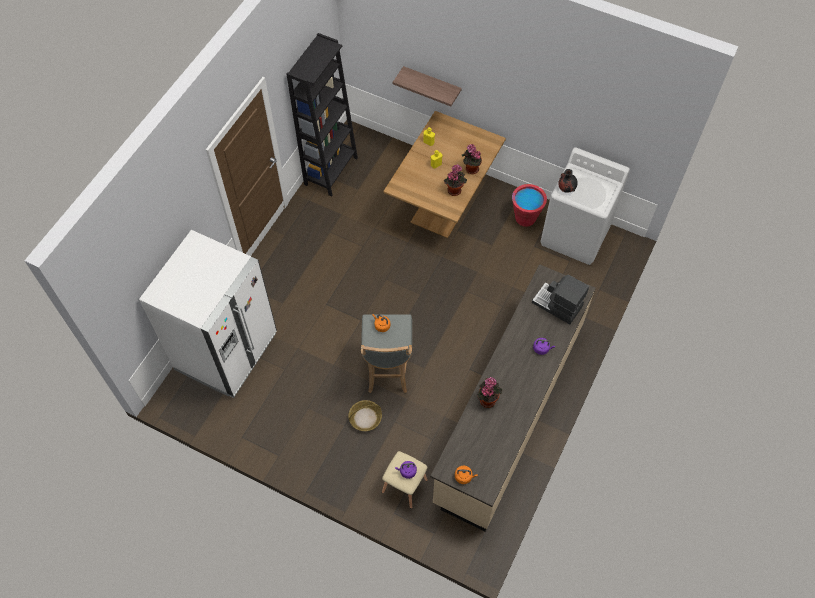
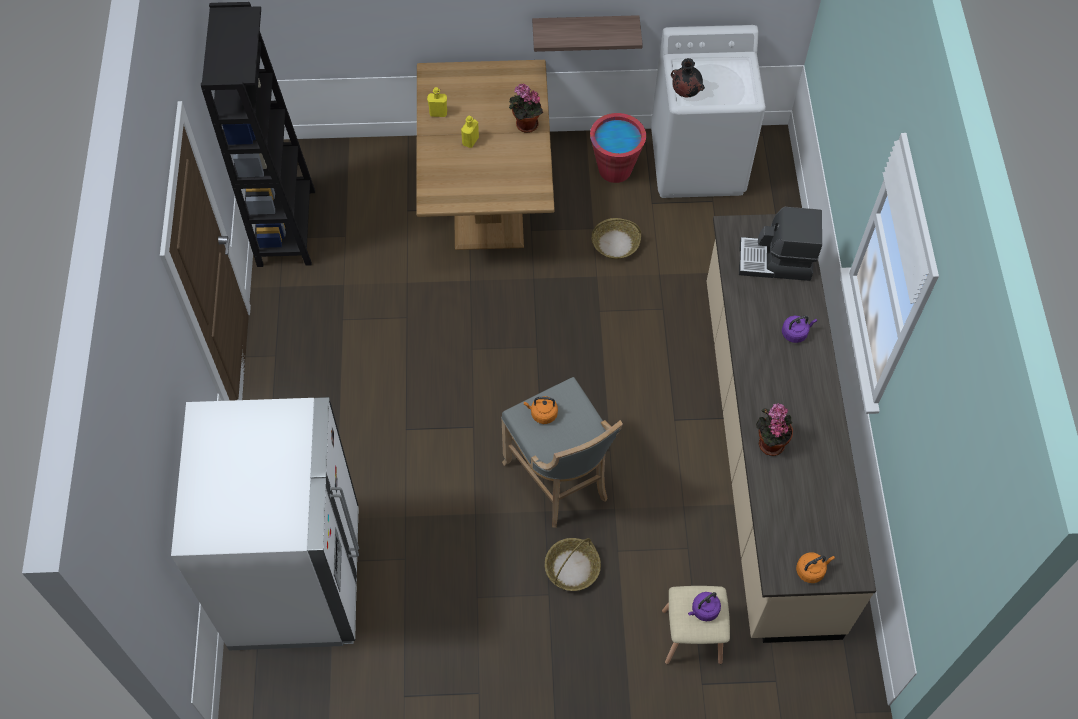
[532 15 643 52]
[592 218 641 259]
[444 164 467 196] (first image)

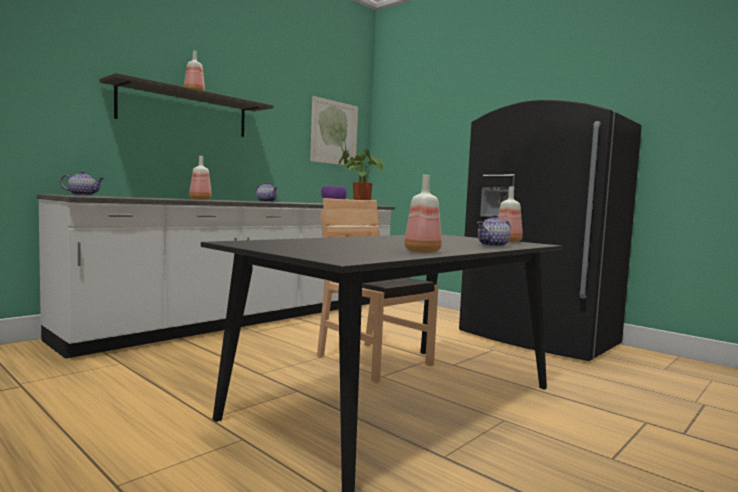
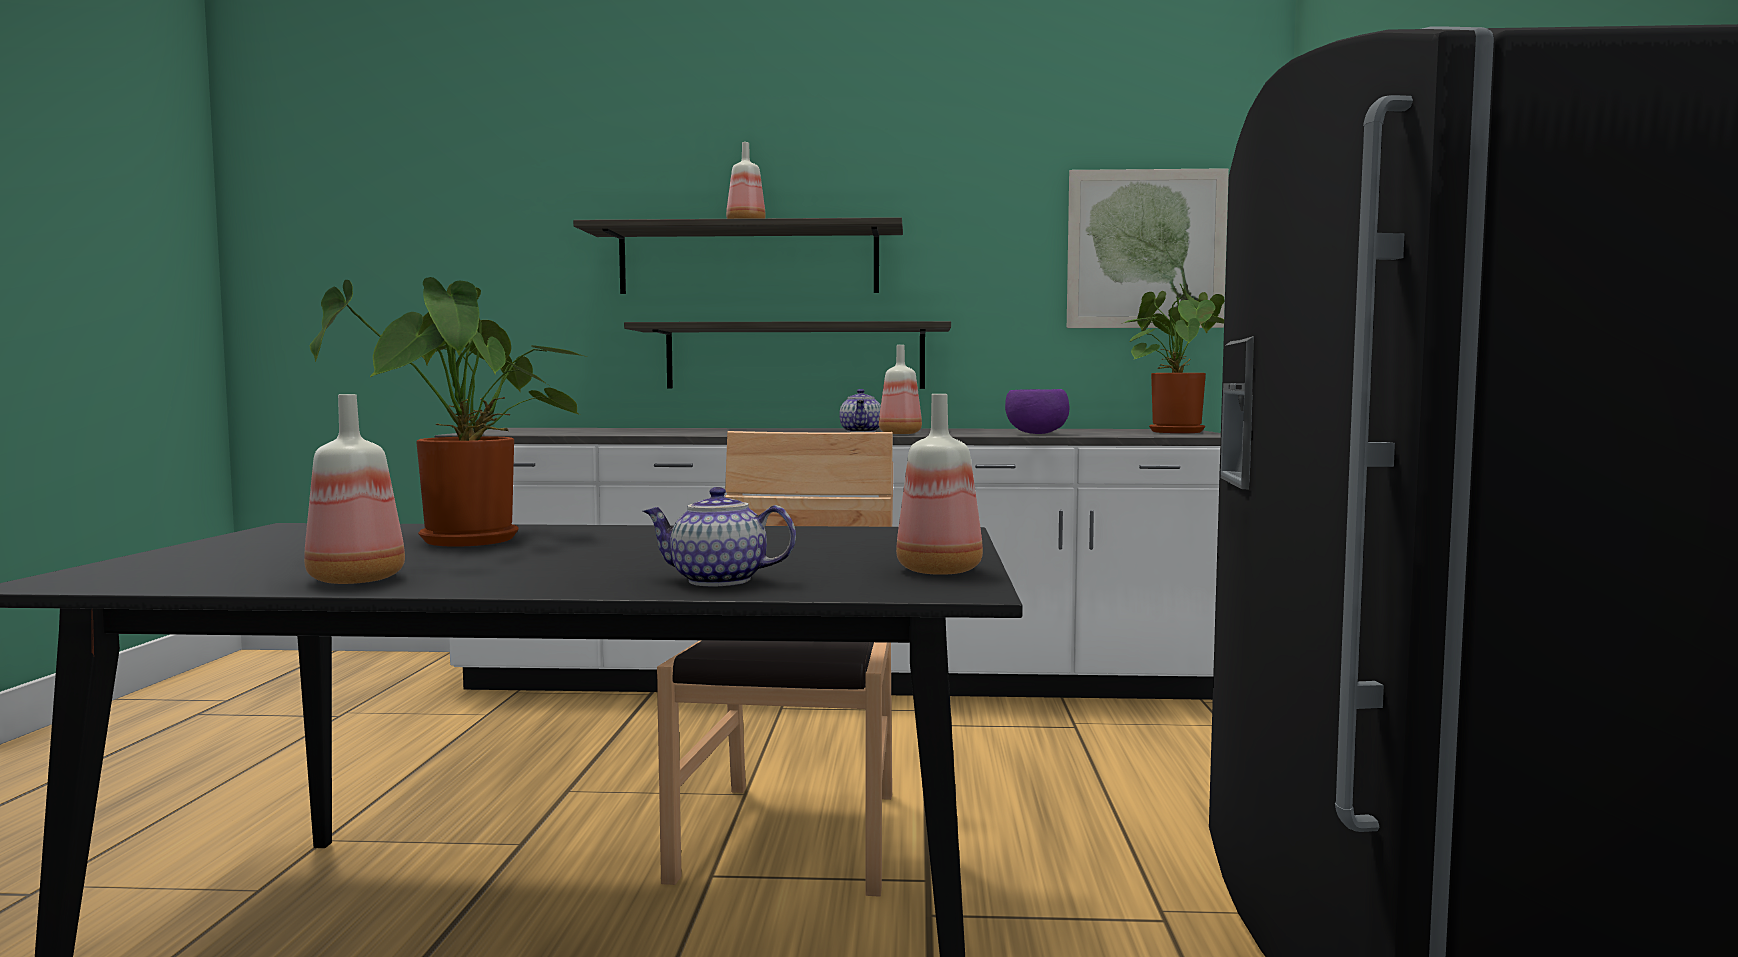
[309 277 588 547]
[624 321 951 389]
[879 345 922 434]
[60 171 105 196] (first image)

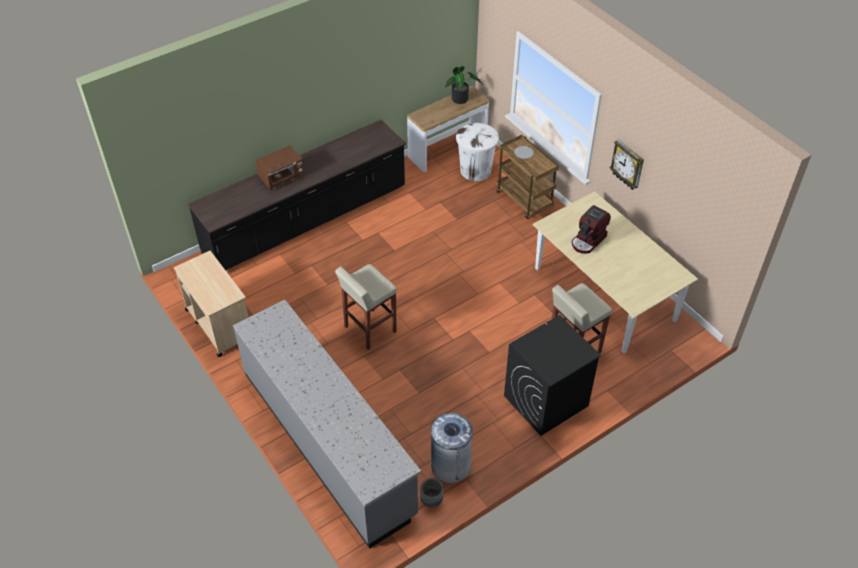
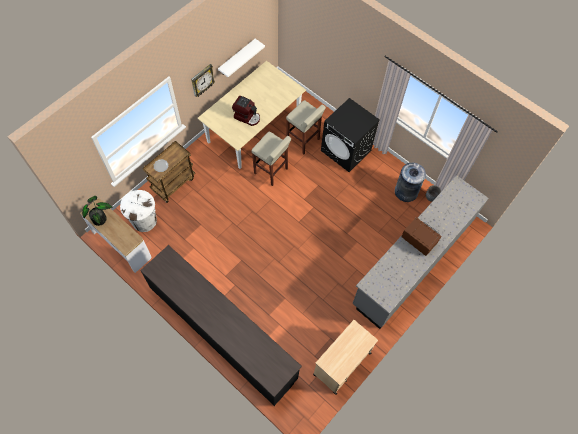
[218 39 265 77]
[252 131 291 186]
[401 217 442 256]

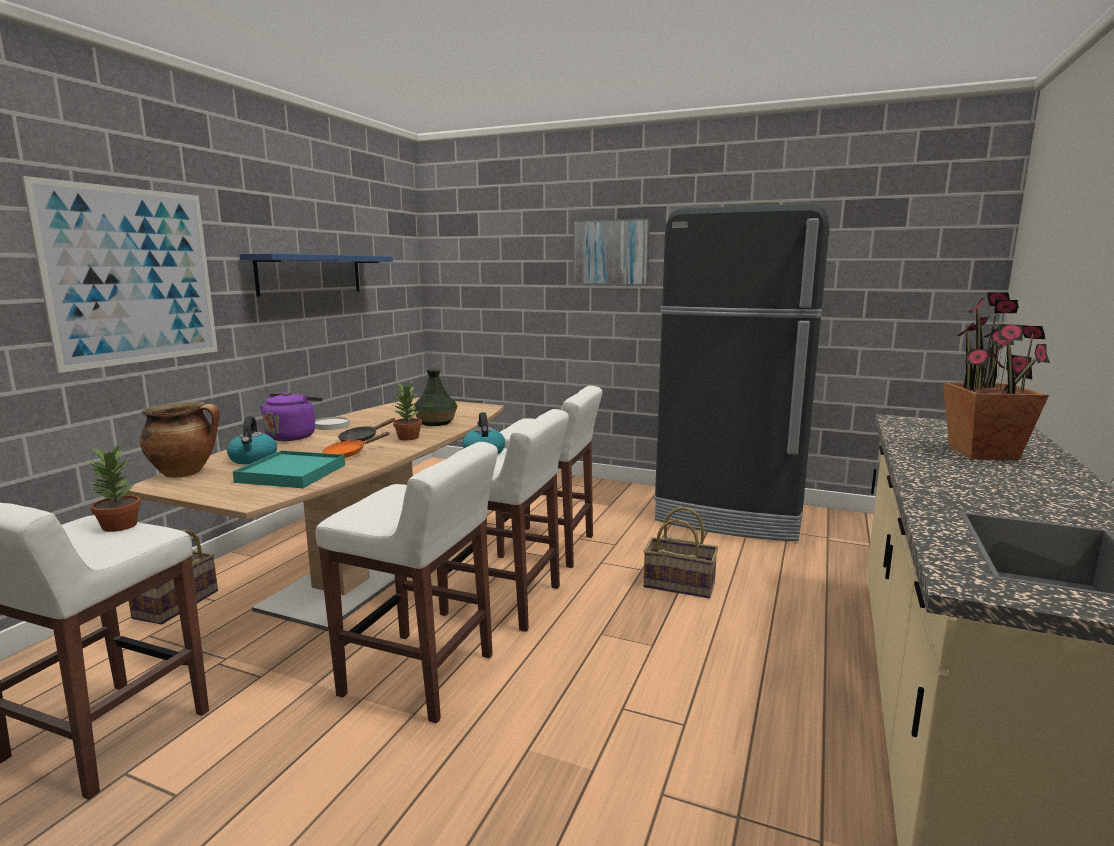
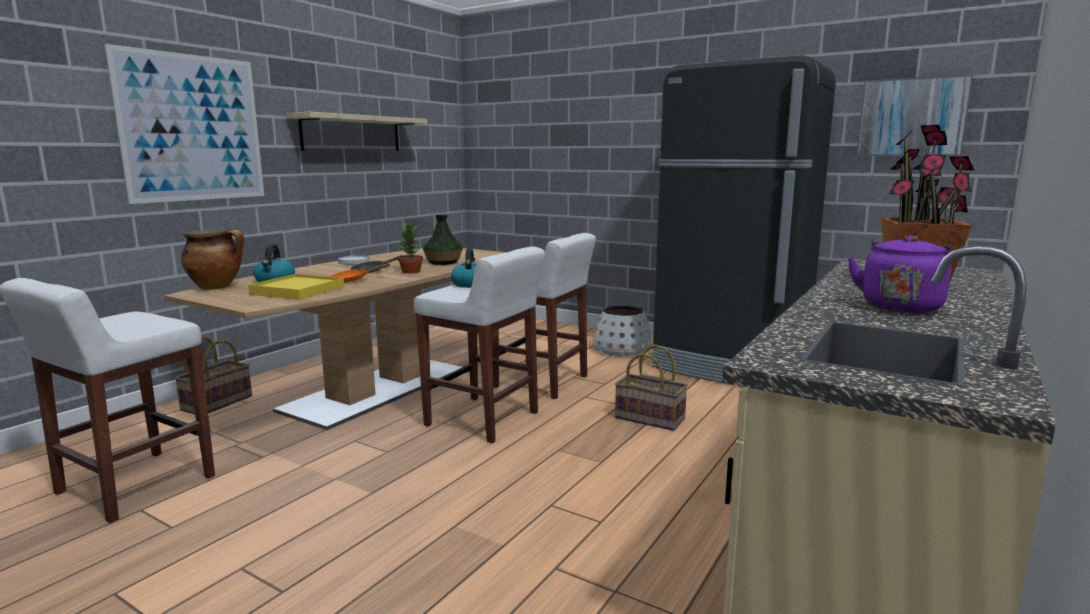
[248 274 344 300]
[286 112 427 151]
[593 306 652 356]
[848 235 952 313]
[856 74 973 156]
[86 444 141 532] (first image)
[316 442 498 723] (first image)

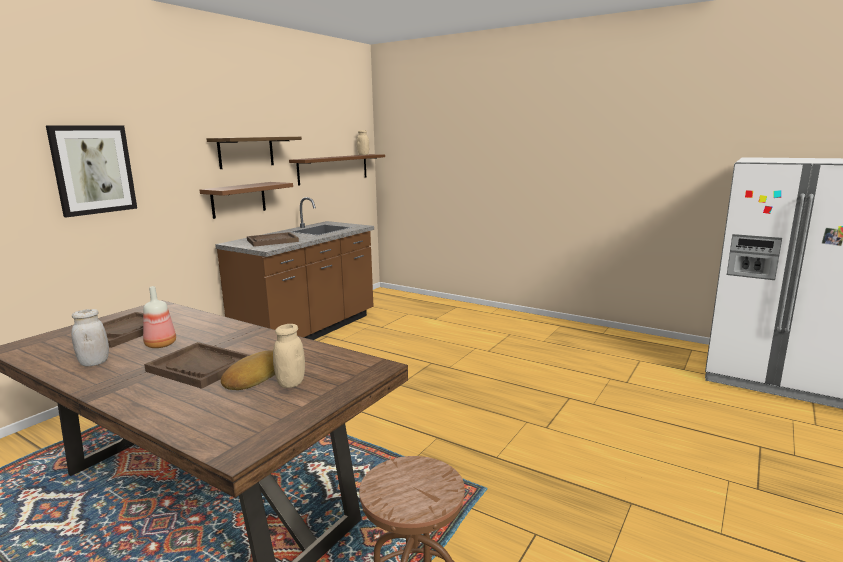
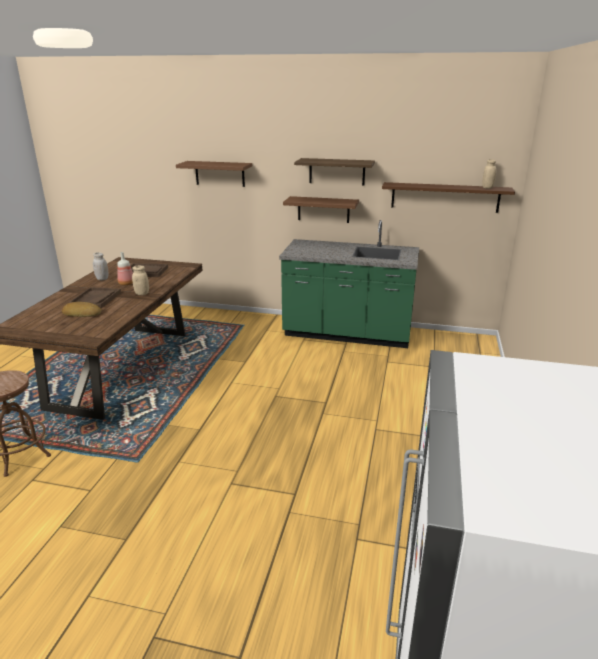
[132 266 149 295]
[176 161 252 187]
[279 220 419 348]
[247 232 299 247] (first image)

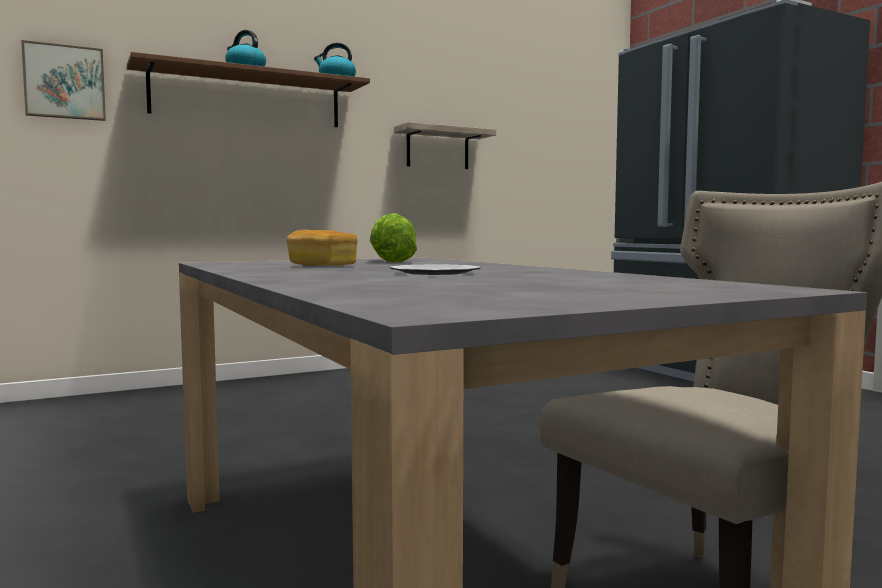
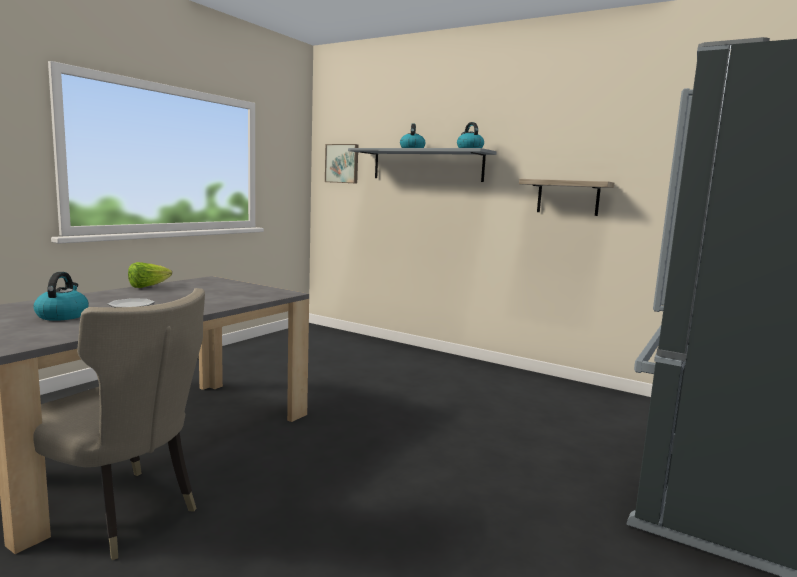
[33 272 89 321]
[128 262 172 288]
[348 148 497 182]
[287 230 357 266] (first image)

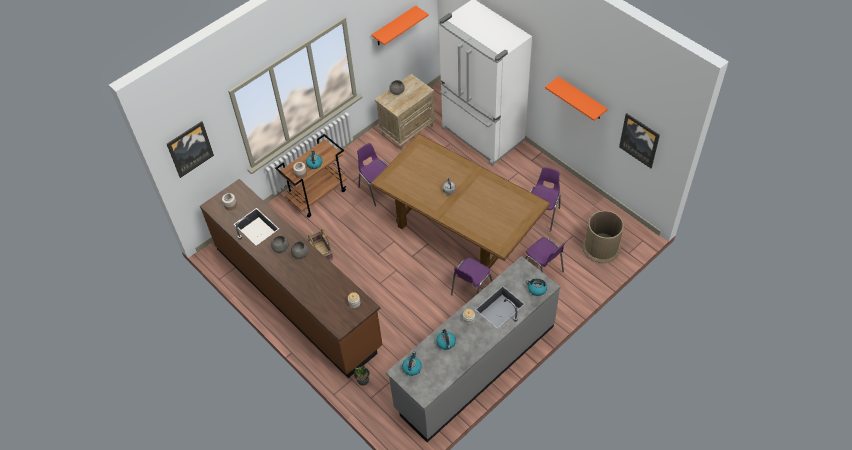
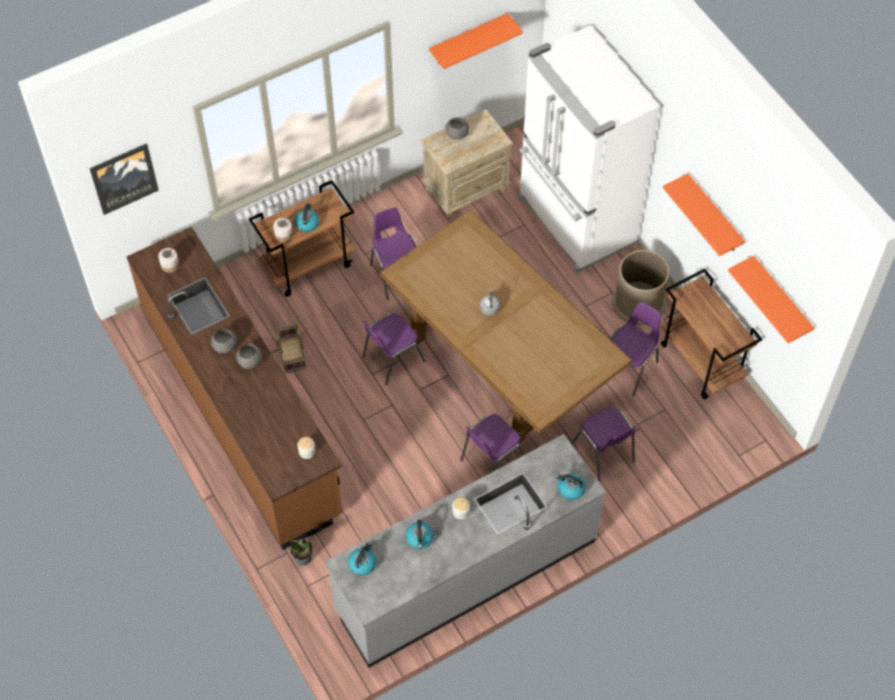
[362 313 426 385]
[611 250 669 325]
[661 269 763 399]
[728 256 814 343]

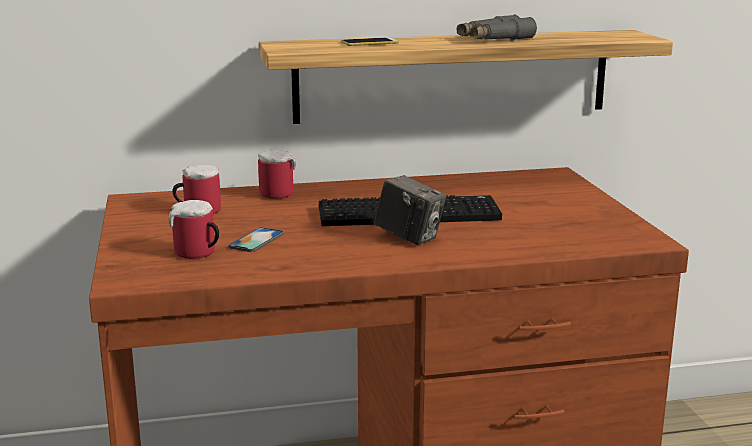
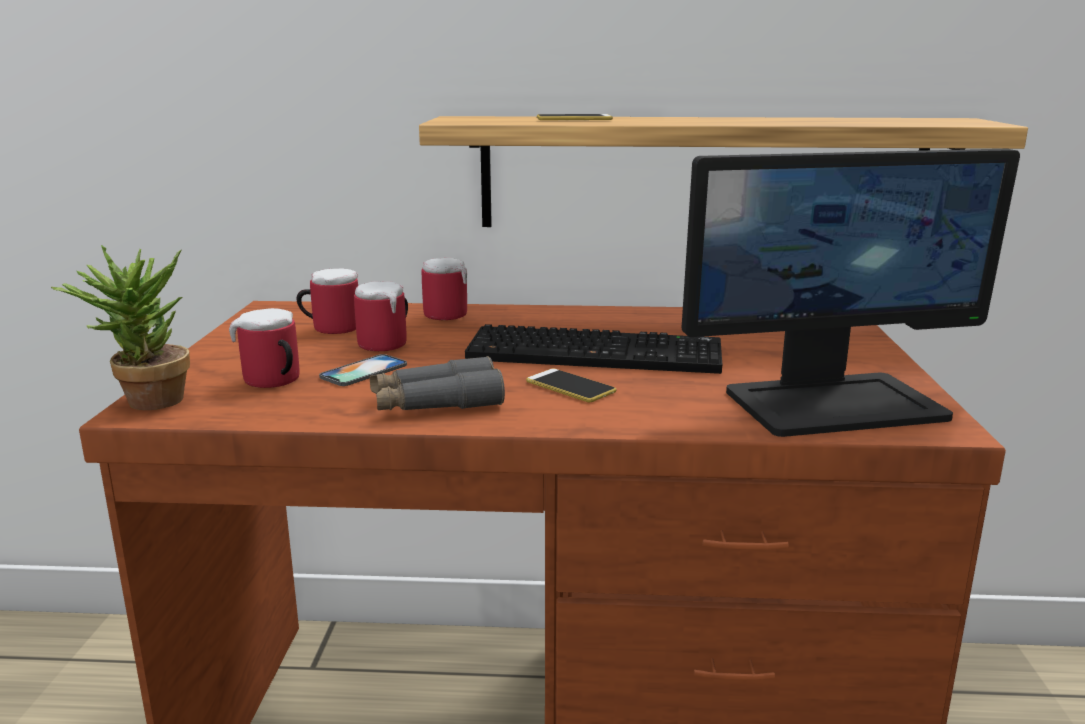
[51 245 190 410]
[354 281 408 351]
[370 356 505 410]
[526 369 616 402]
[682 149 1020 437]

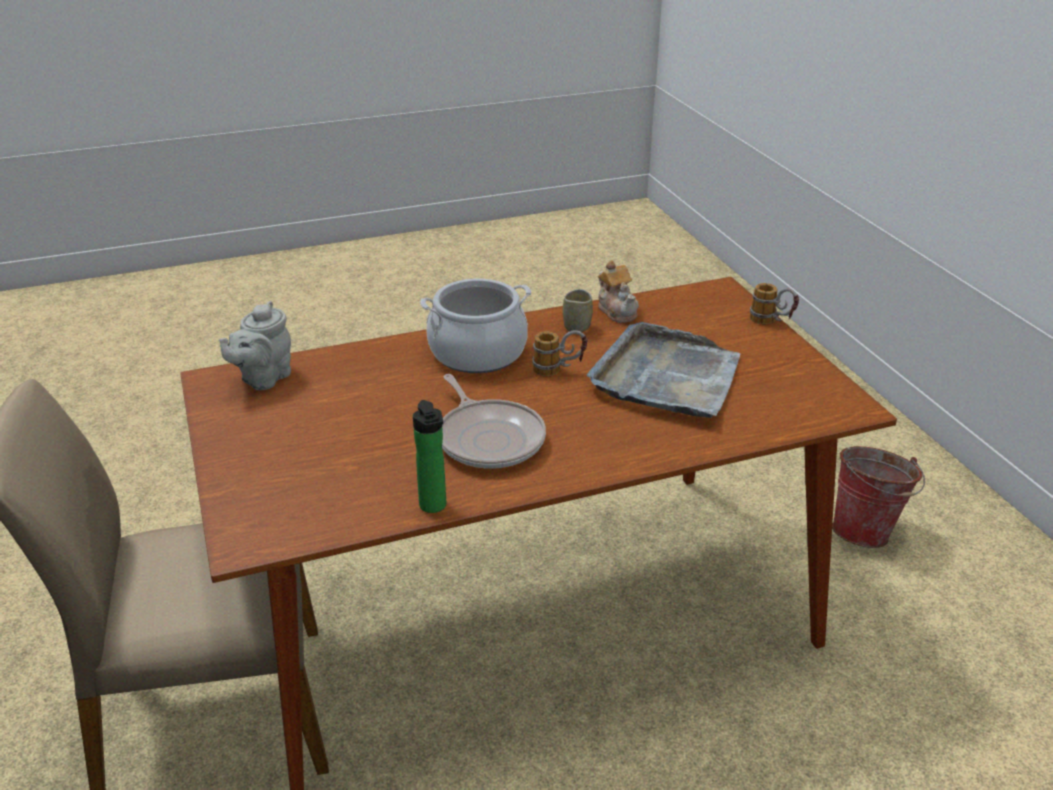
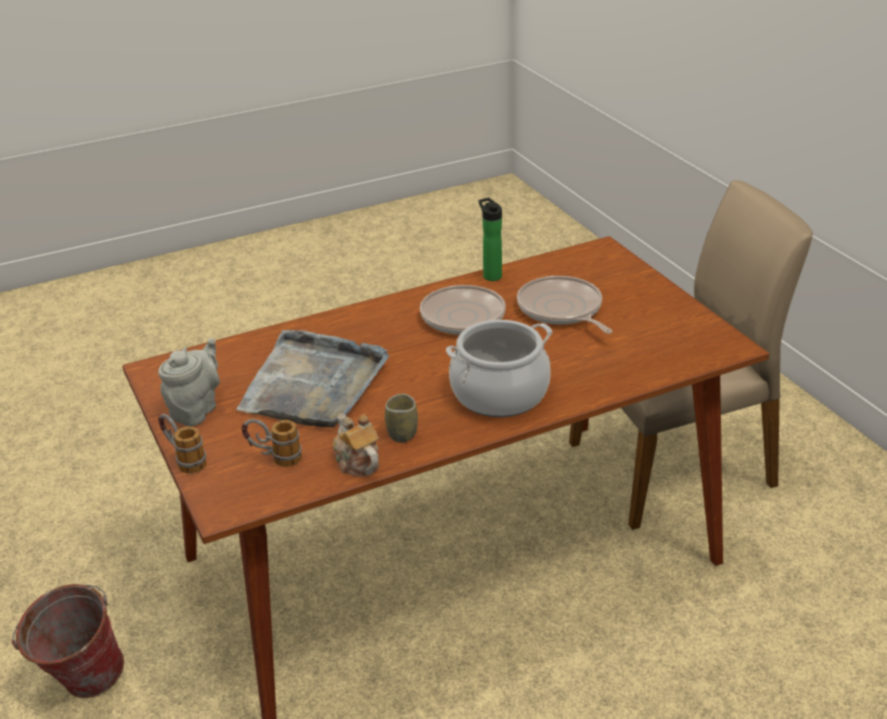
[158 338 220 426]
[241 419 302 467]
[517 276 613 334]

